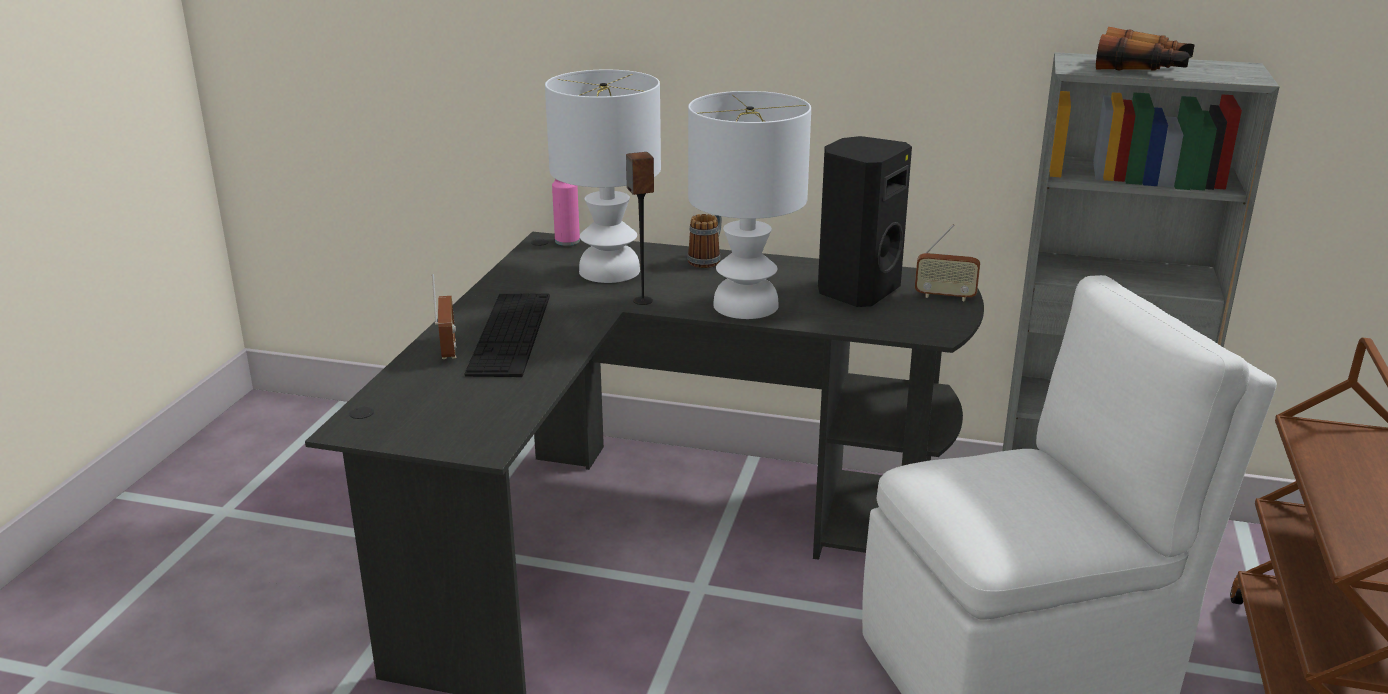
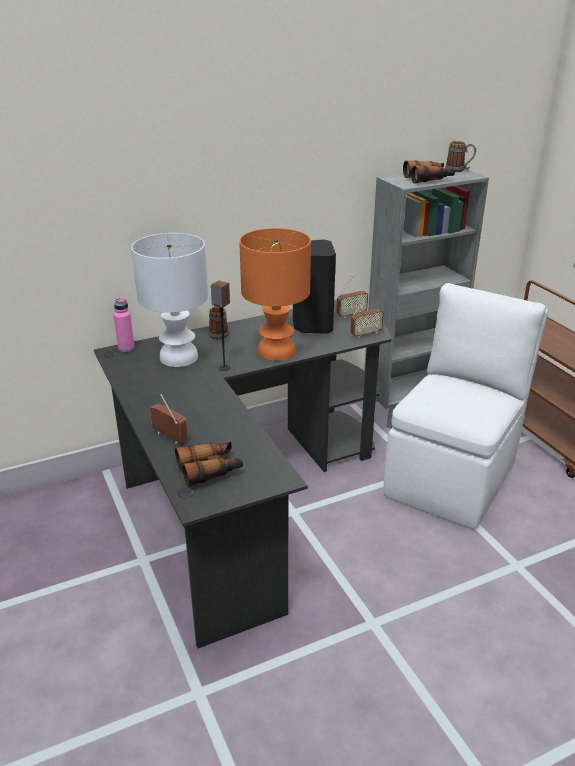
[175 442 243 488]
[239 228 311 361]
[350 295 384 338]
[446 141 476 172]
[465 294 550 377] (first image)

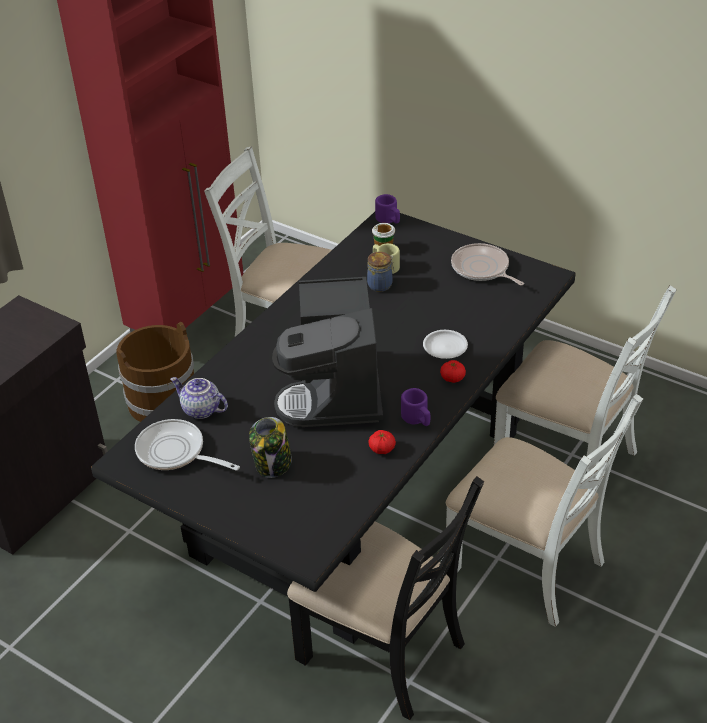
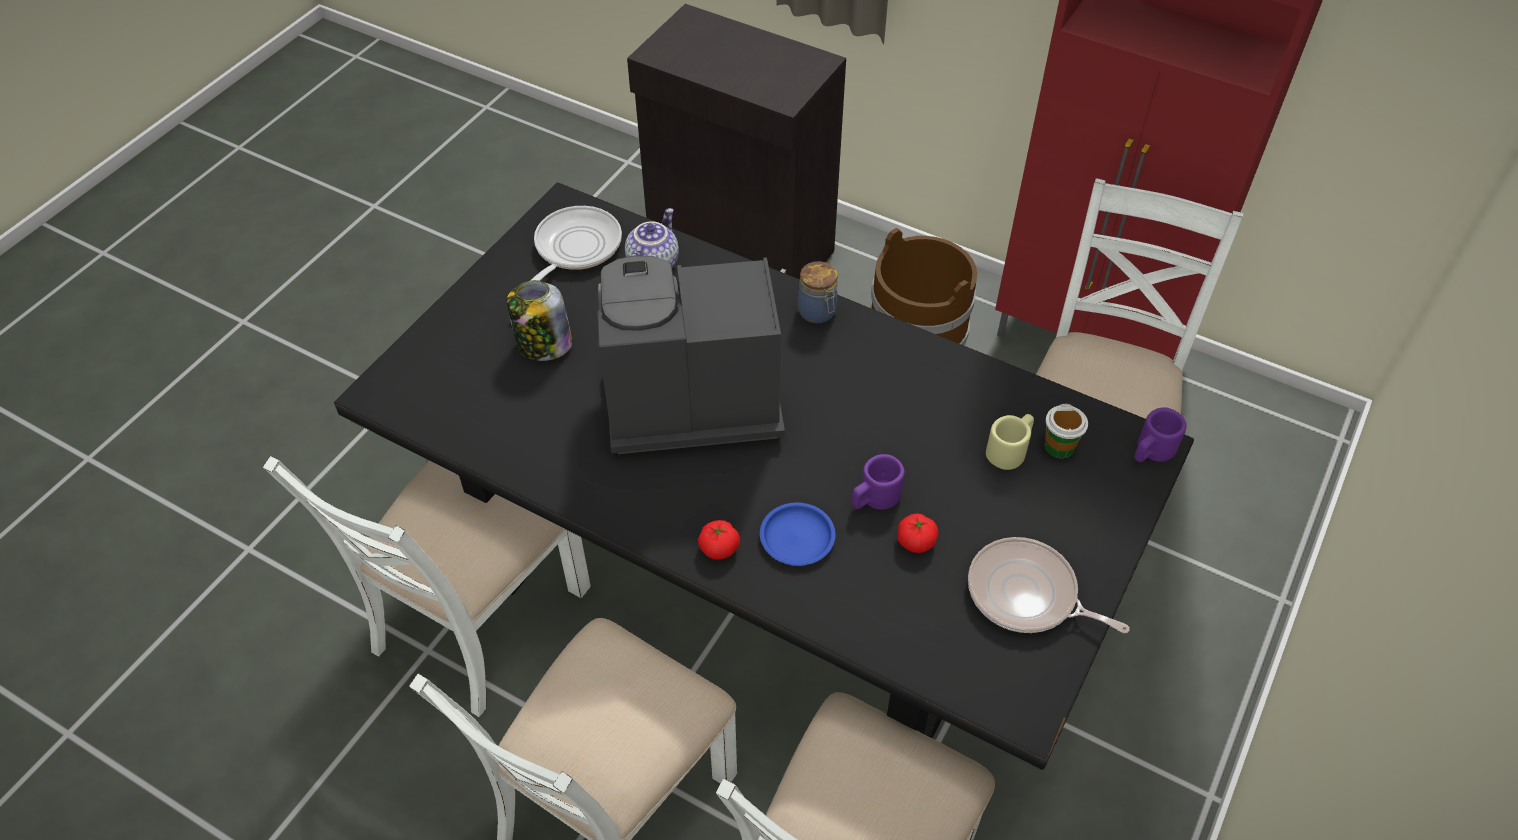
[263 456 591 717]
[760 502 835 566]
[798 261 838 323]
[852 454 905 510]
[897 513 939 553]
[968 537 1130 633]

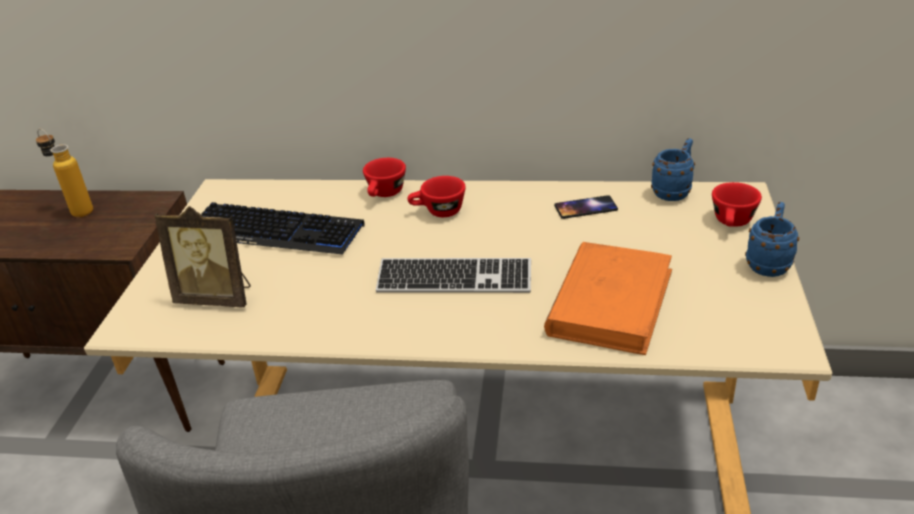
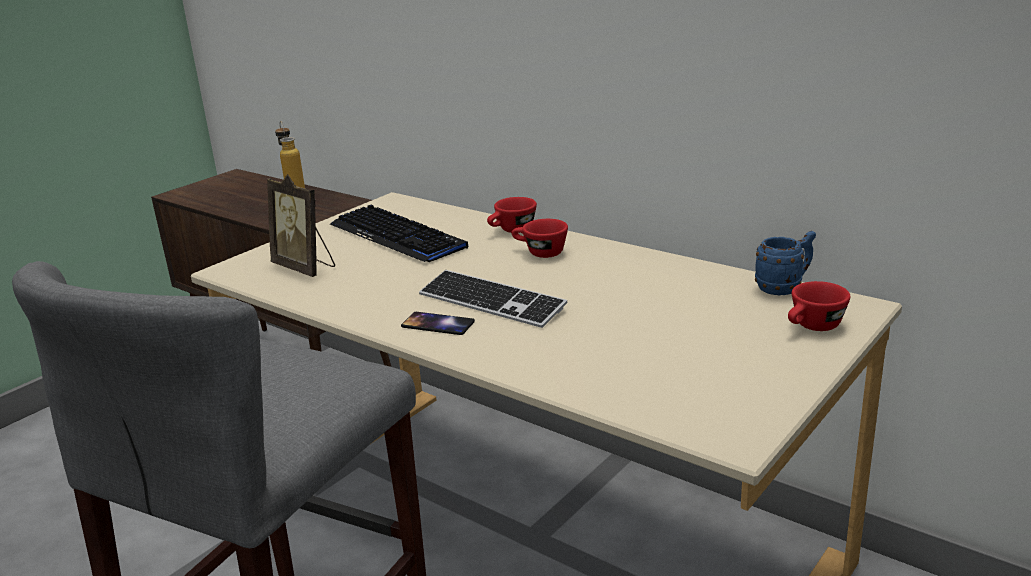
[401 312 475 335]
[544 242 672 355] (first image)
[745 202 799 277] (first image)

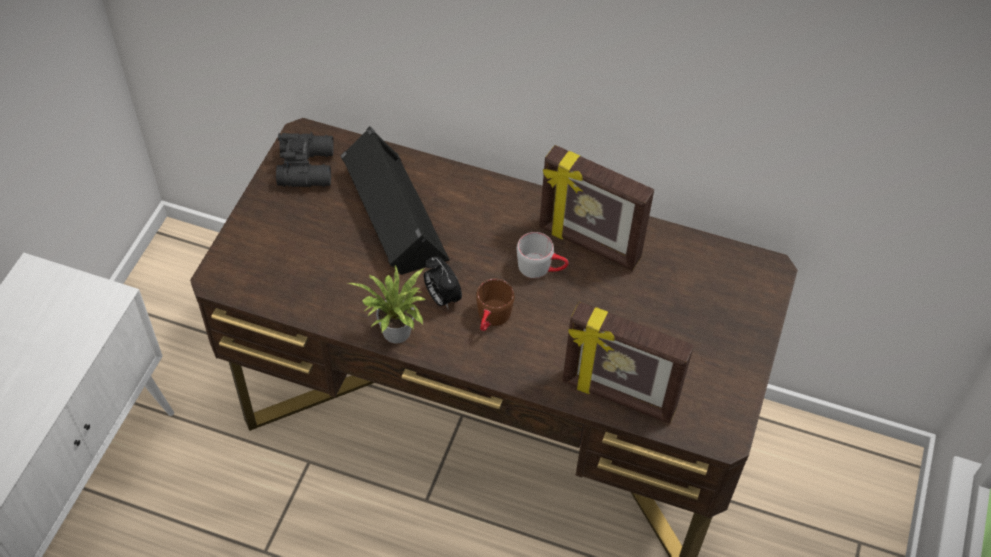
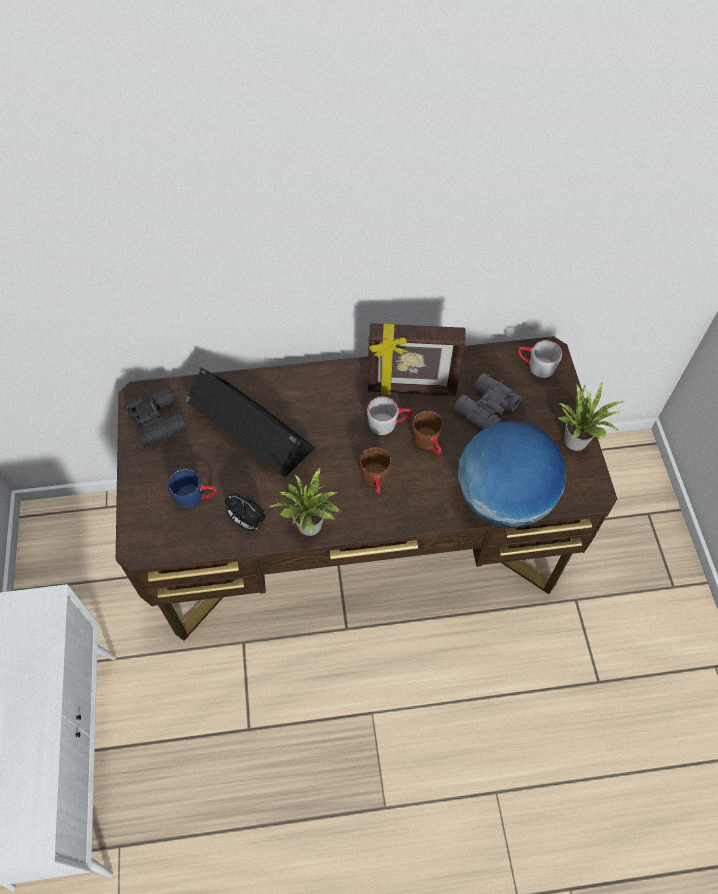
[168 469 217 508]
[225 493 266 531]
[412 411 444 455]
[454 373 522 430]
[458 421 566 528]
[518 340 562 378]
[558 382 624 451]

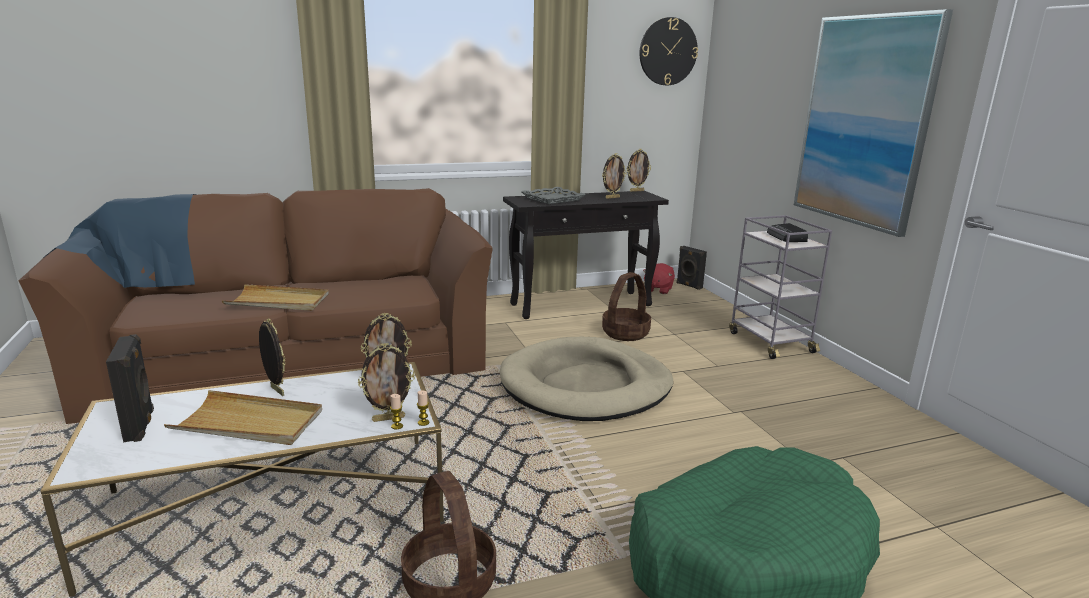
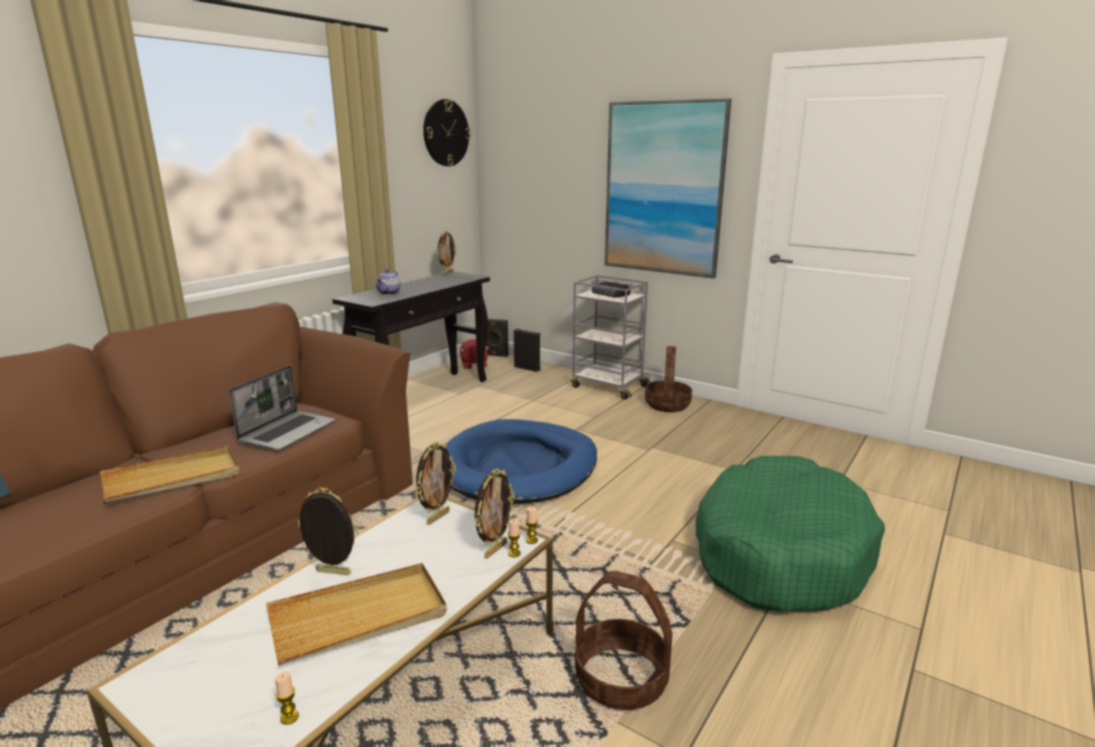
[229 365 335 450]
[275 672 299 725]
[376 269 401 295]
[445 419 597 504]
[514 329 540 372]
[645 346 692 412]
[602 153 627 199] (first image)

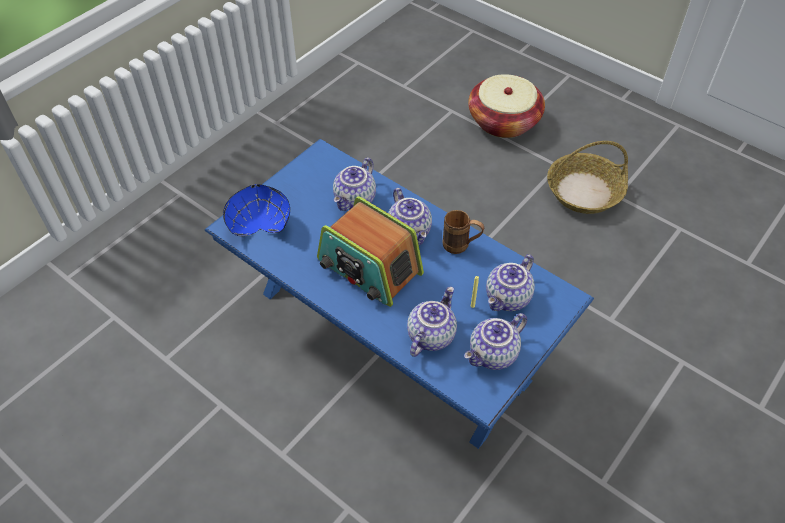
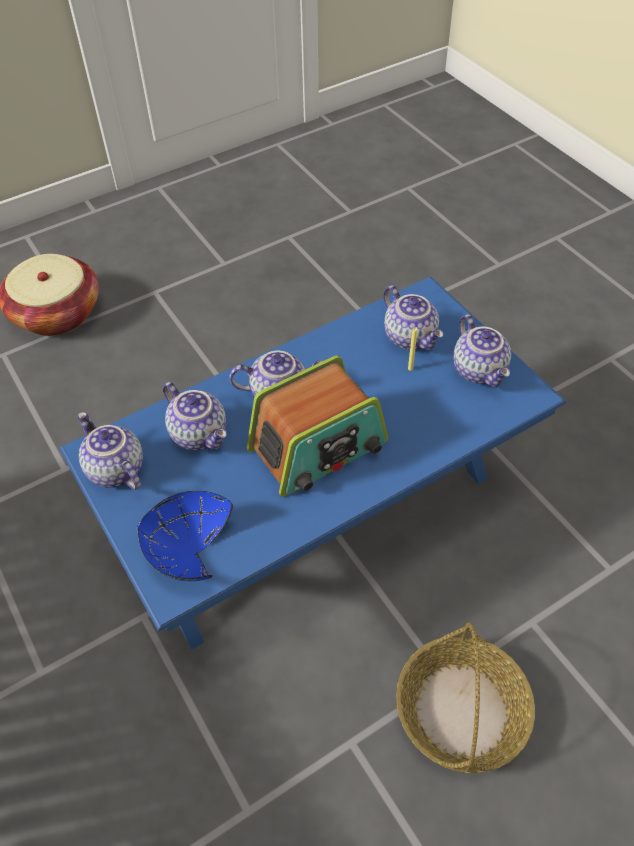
[77 412 143 490]
[396 622 535 773]
[442 210 484 254] (first image)

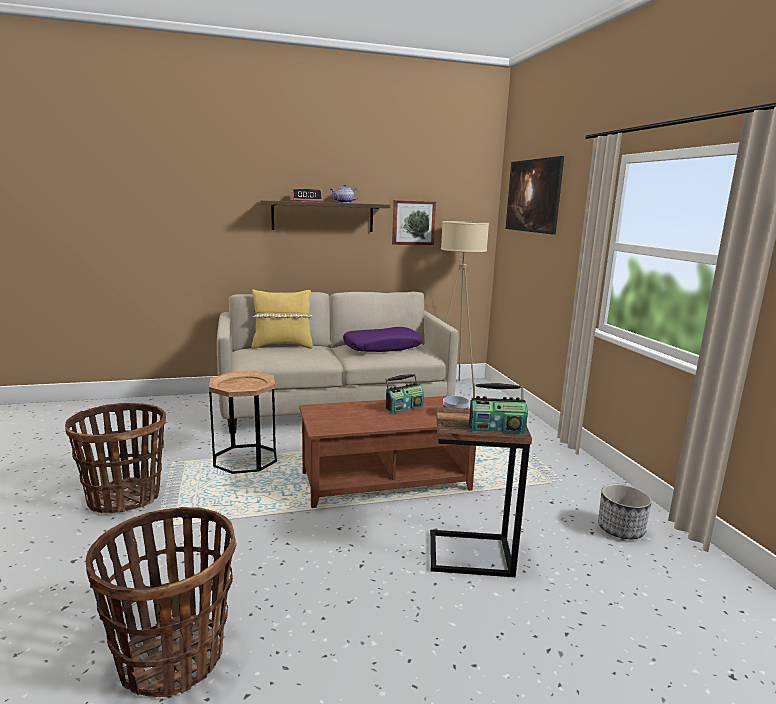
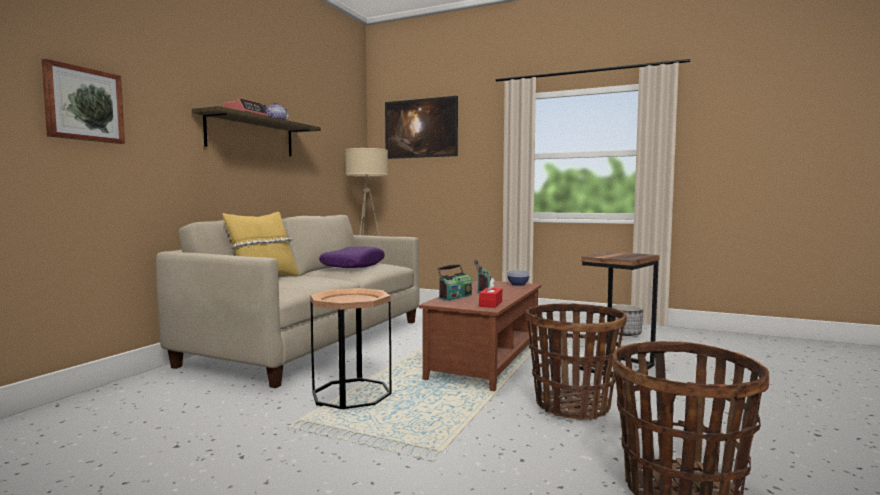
[42 59 125 144]
[437 264 472 301]
[479 277 502 308]
[526 303 627 420]

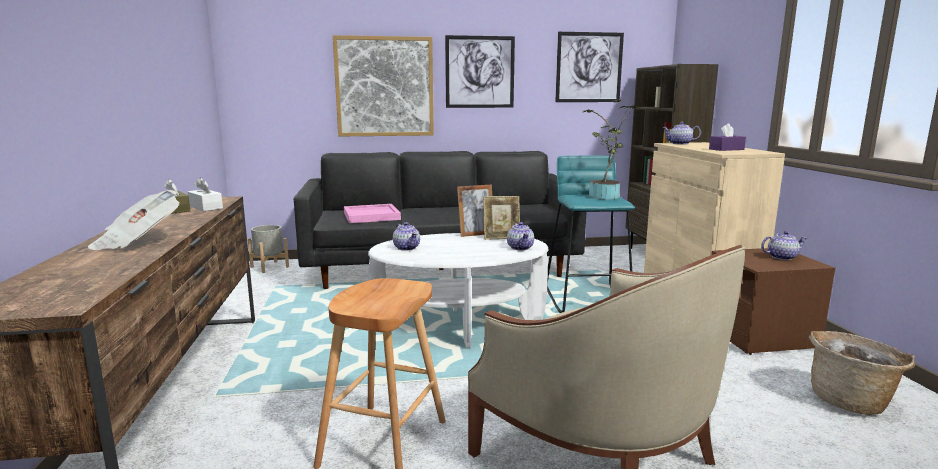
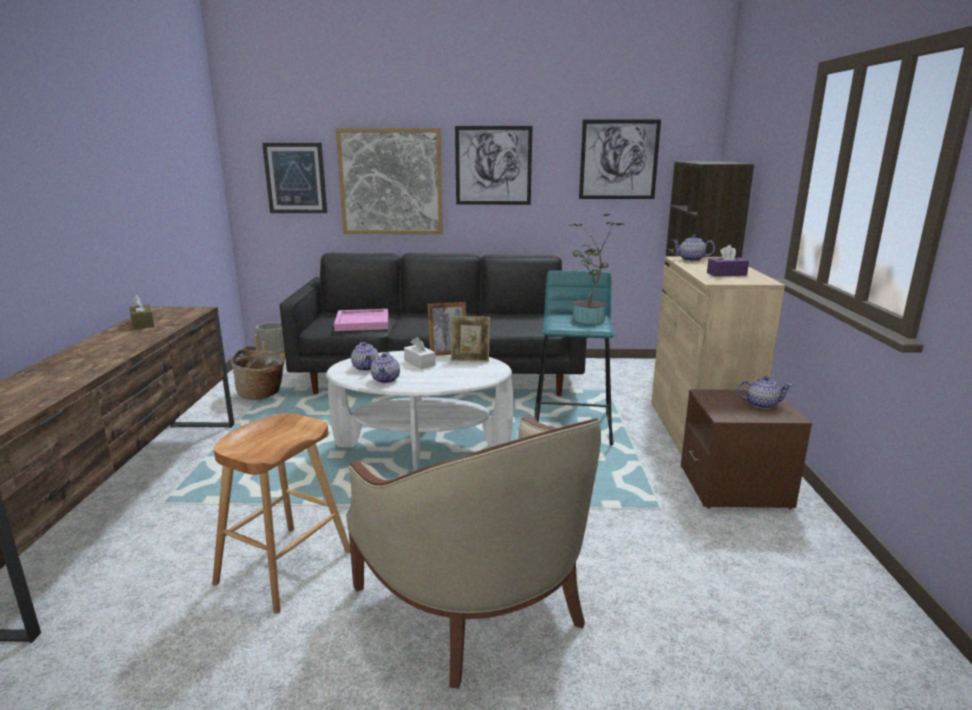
[231 349 285 400]
[262 143 327 213]
[371 352 400 383]
[404 337 436 369]
[88 190 180 250] (first image)

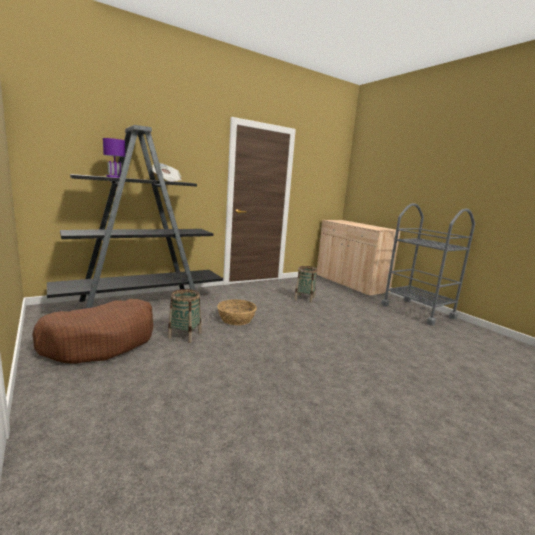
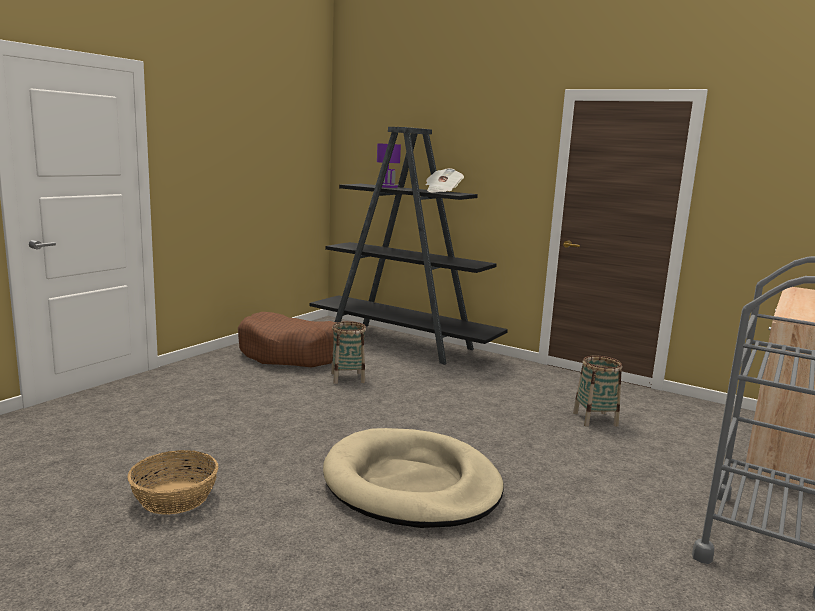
[128 450 218 515]
[323 428 504 528]

